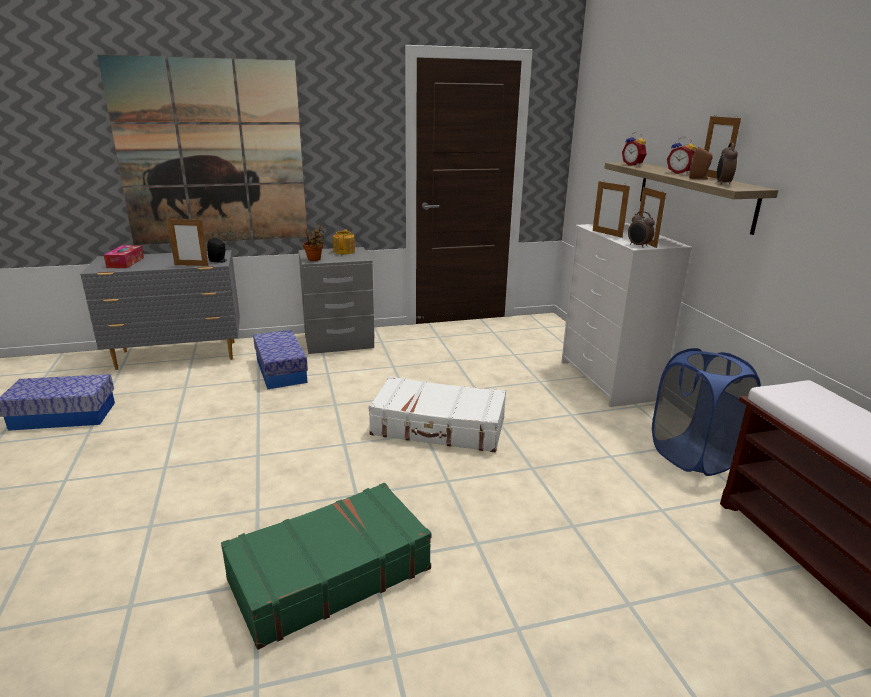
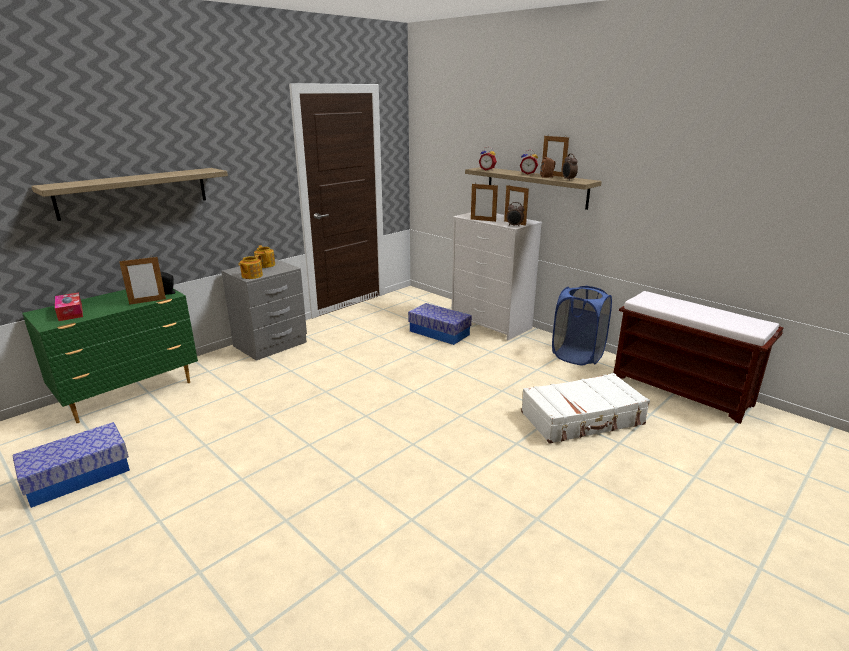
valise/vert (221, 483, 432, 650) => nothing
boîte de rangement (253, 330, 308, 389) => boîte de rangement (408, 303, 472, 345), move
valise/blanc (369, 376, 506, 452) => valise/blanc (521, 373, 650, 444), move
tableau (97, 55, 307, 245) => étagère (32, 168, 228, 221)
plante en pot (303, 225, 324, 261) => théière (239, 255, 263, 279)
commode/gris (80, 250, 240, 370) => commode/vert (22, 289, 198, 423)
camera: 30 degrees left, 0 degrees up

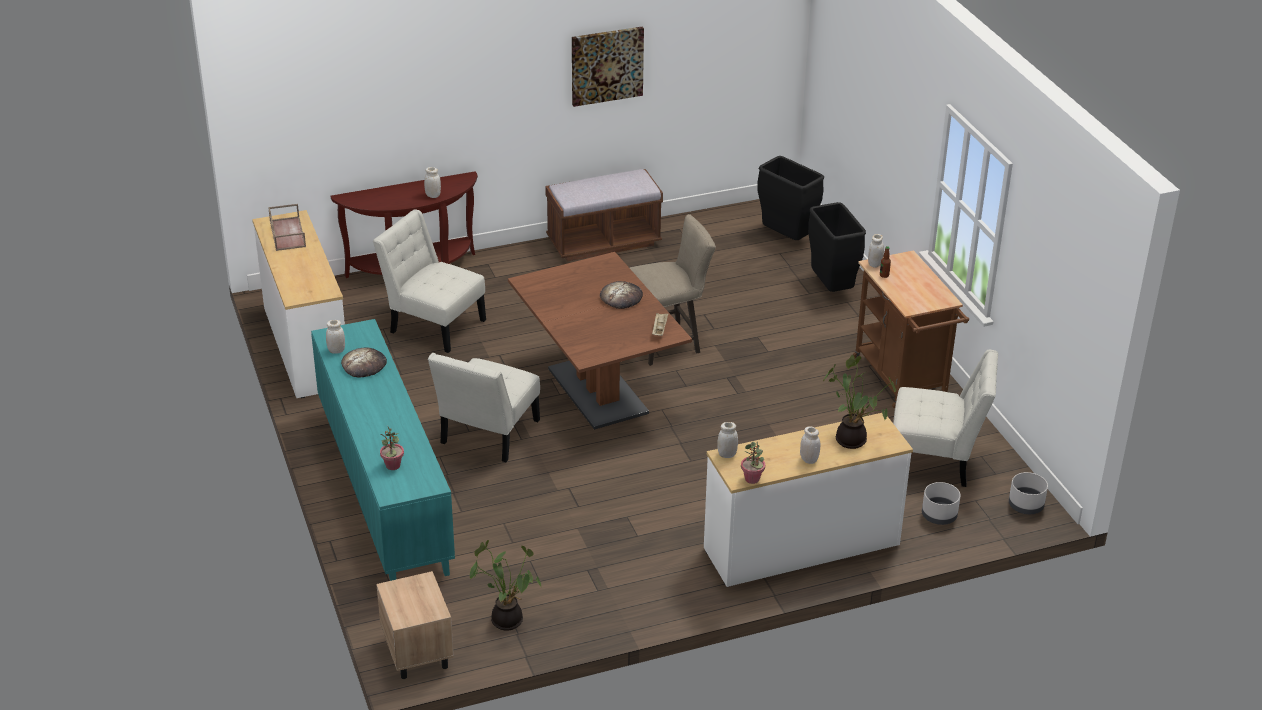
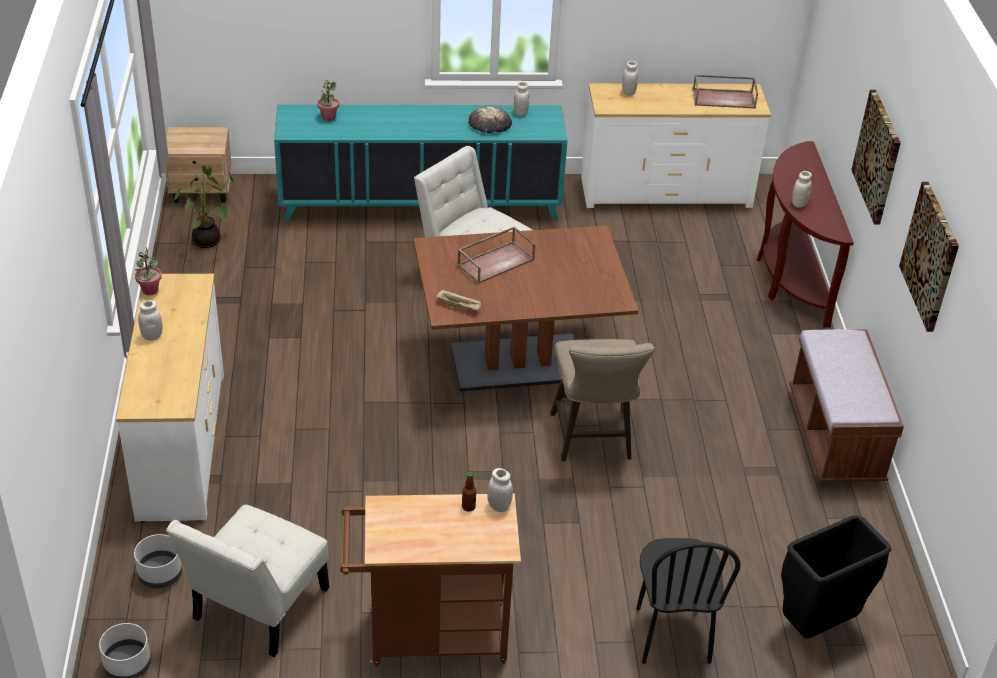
chaise/blanc (373, 209, 486, 353) => nothing
pain (600, 281, 643, 309) => nothing
plante en pot (823, 355, 896, 449) => nothing
nothing => plateau/marron (457, 226, 536, 284)
nothing => tableau (851, 90, 901, 225)
bocal/blanc (717, 422, 738, 458) => bocal/blanc (622, 61, 638, 96), move
poubelle/noir (808, 202, 866, 292) => chaise/noir (636, 538, 741, 664)
camera: 105 degrees right, 5 degrees up

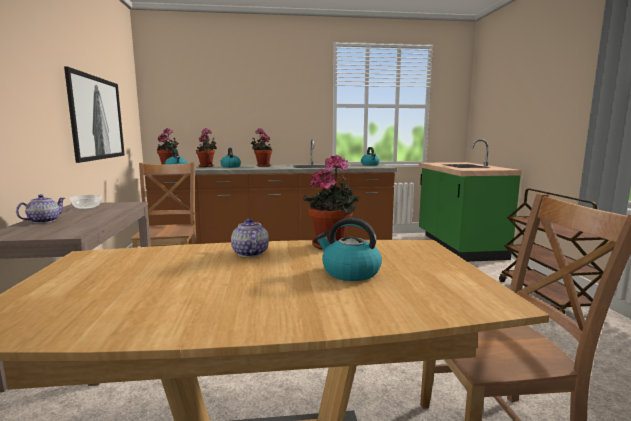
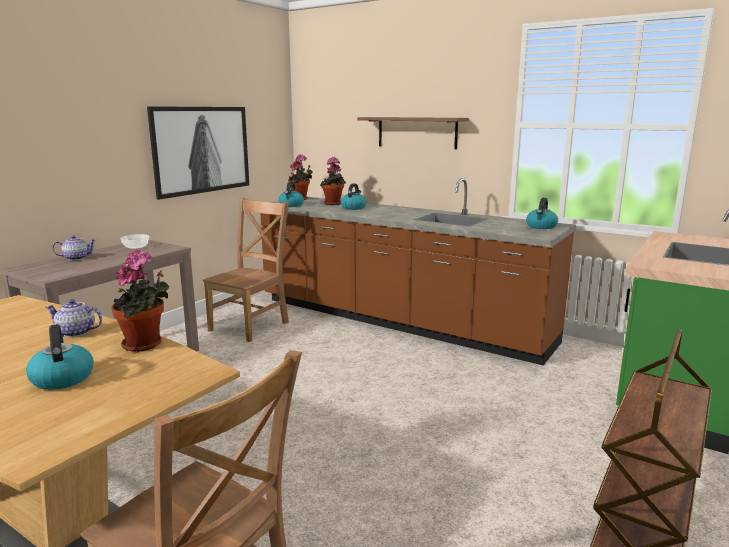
plante en pot (251, 128, 272, 167) => nothing
nothing => étagère/marron (357, 117, 469, 149)
théière (231, 218, 269, 257) => théière (46, 299, 102, 337), 105 degrees counterclockwise
camera: 40 degrees right, 5 degrees up

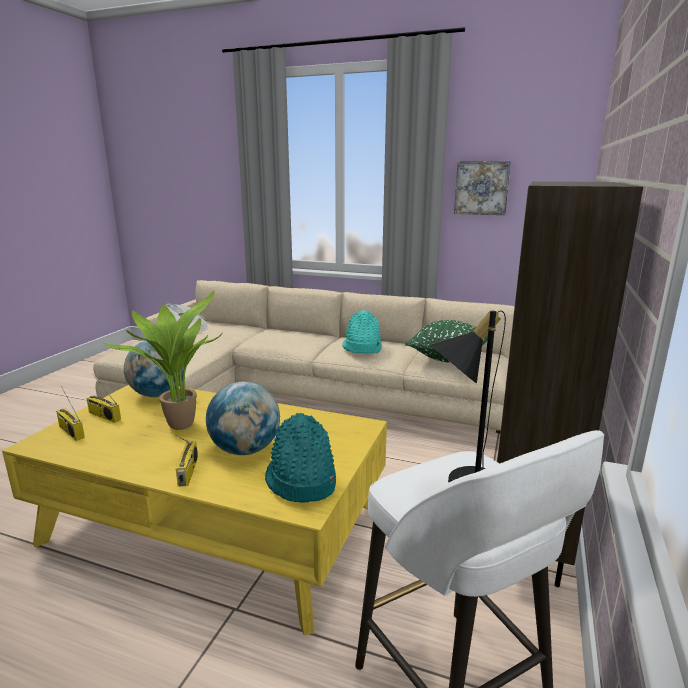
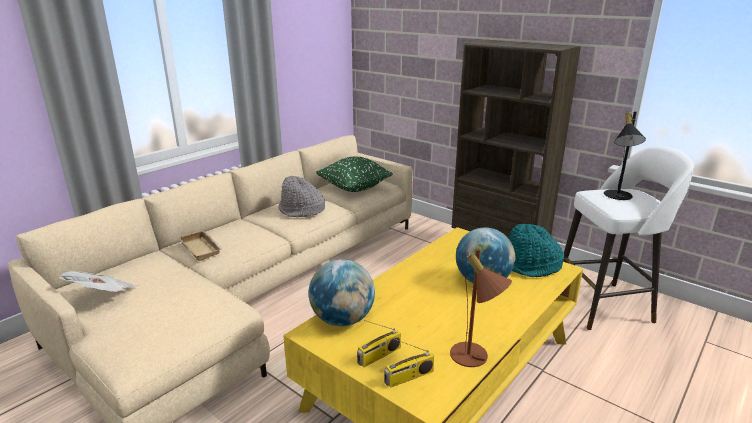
plante en pot (102, 291, 223, 430) => nothing
radio (175, 435, 198, 487) => nothing
tableau (454, 161, 511, 215) => nothing
nothing => plateau/beige (178, 230, 223, 261)
nothing => lampe de table/marron (450, 249, 512, 367)
chapeau/turquoise (342, 310, 382, 354) => chapeau/gris (278, 176, 325, 217)
camera: 70 degrees left, 5 degrees up

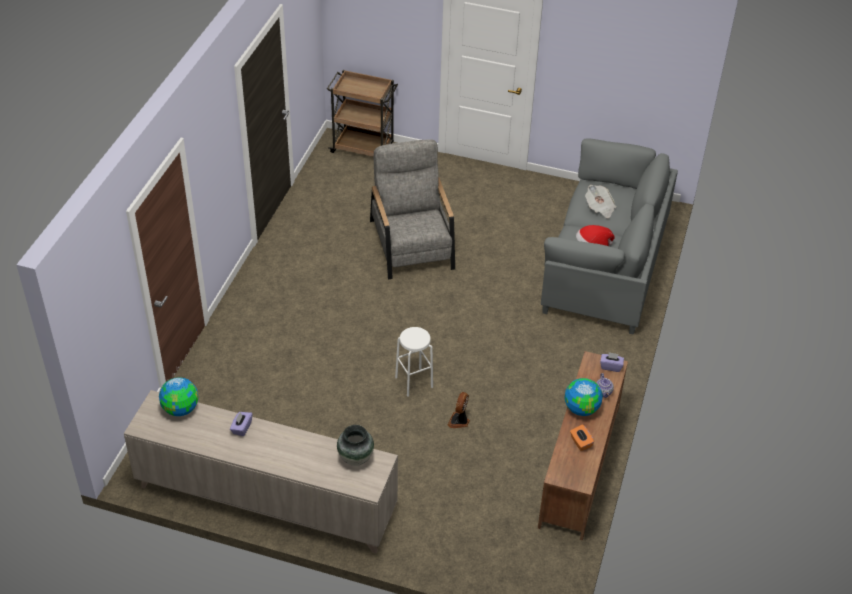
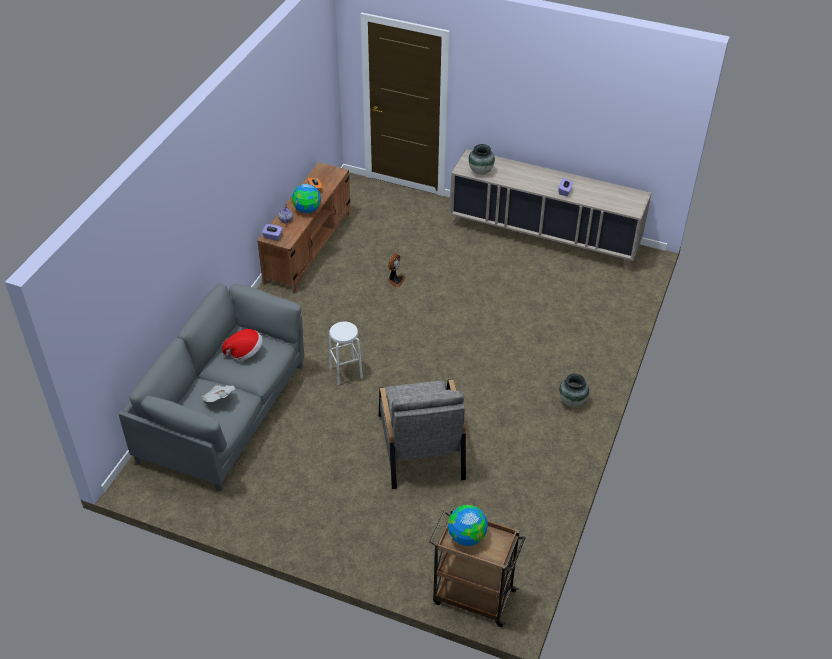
nothing => vase (559, 374, 589, 407)
globe (159, 377, 198, 416) => globe (448, 505, 488, 546), move
tabouret/blanc (395, 327, 433, 397) => tabouret/blanc (329, 321, 363, 385), move
camera: 175 degrees left, 0 degrees up

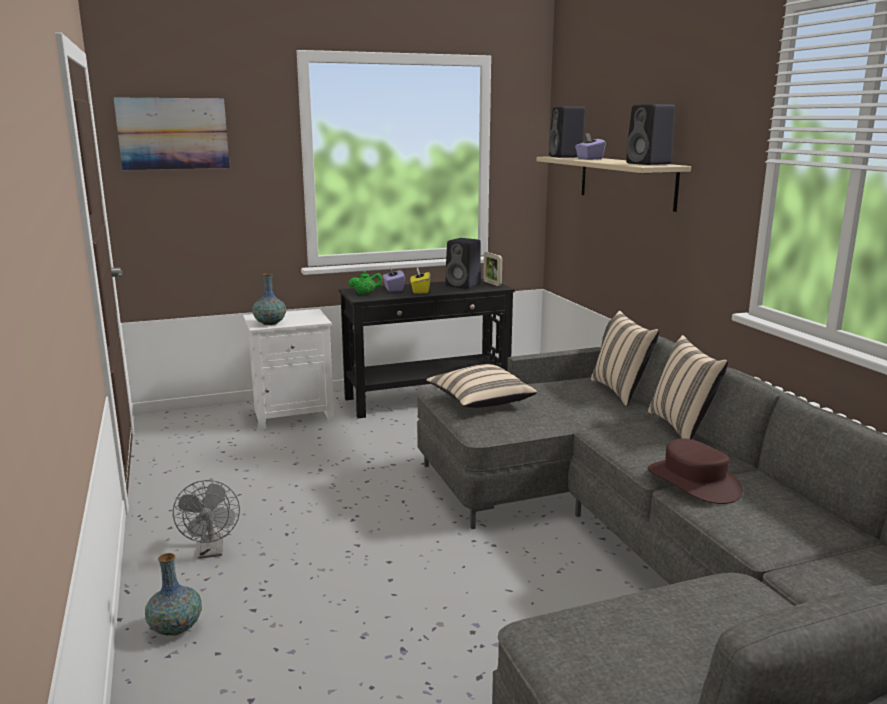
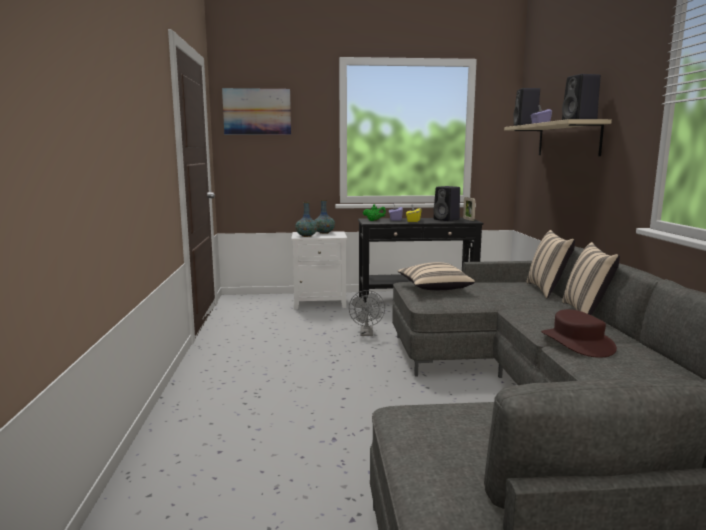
vase (145, 553, 202, 635) => vase (314, 200, 335, 234), move
ventilateur/gris (173, 480, 240, 558) => ventilateur/gris (349, 290, 385, 336), move
camera: 15 degrees right, 5 degrees down

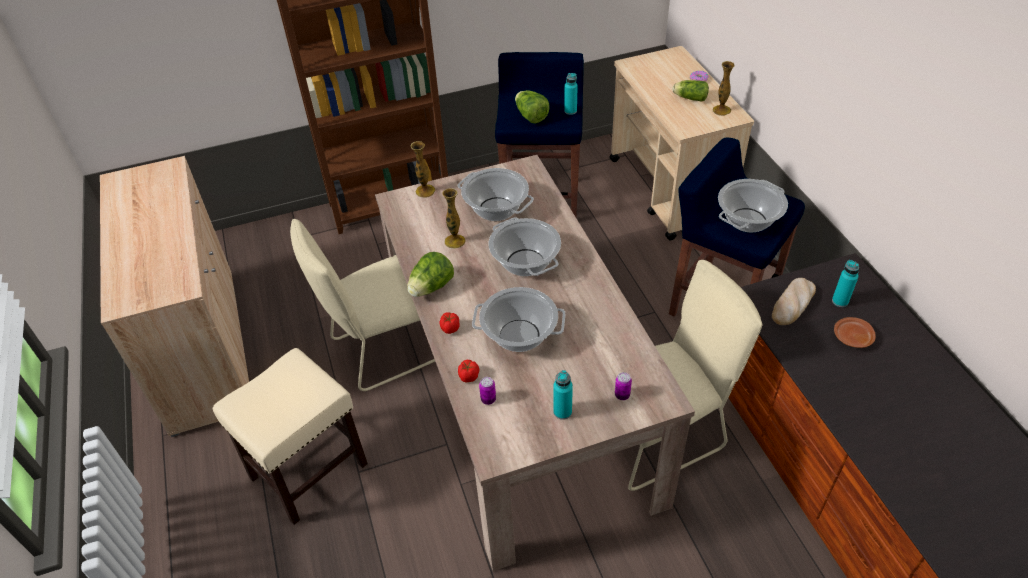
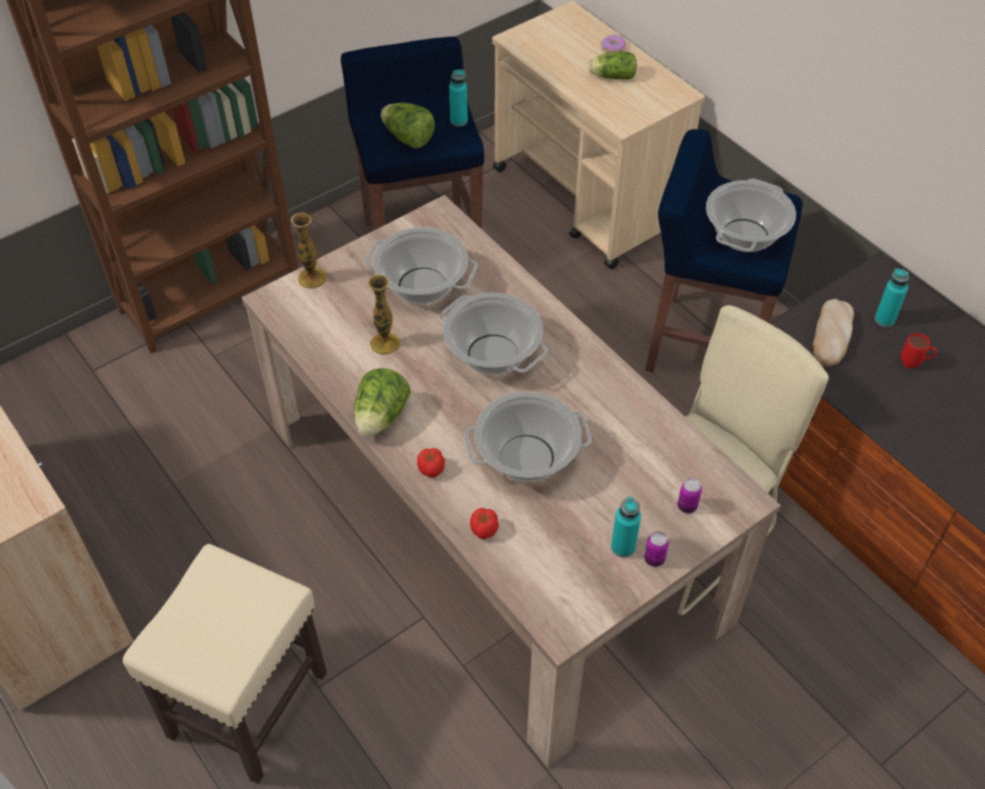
chaise/beige (290, 219, 435, 391) => nothing
vase (713, 61, 734, 116) => nothing
boîte métallique (479, 377, 496, 405) => boîte métallique (644, 531, 669, 567), move
assiette/marron (834, 317, 876, 348) => mug/rouge (901, 333, 937, 369)
camera: 20 degrees left, 5 degrees up

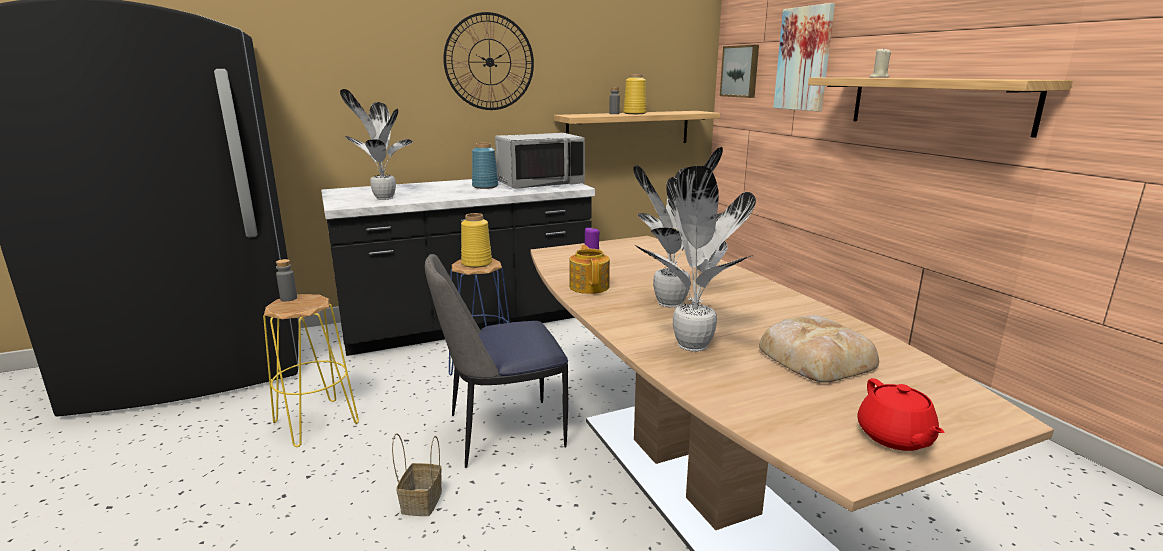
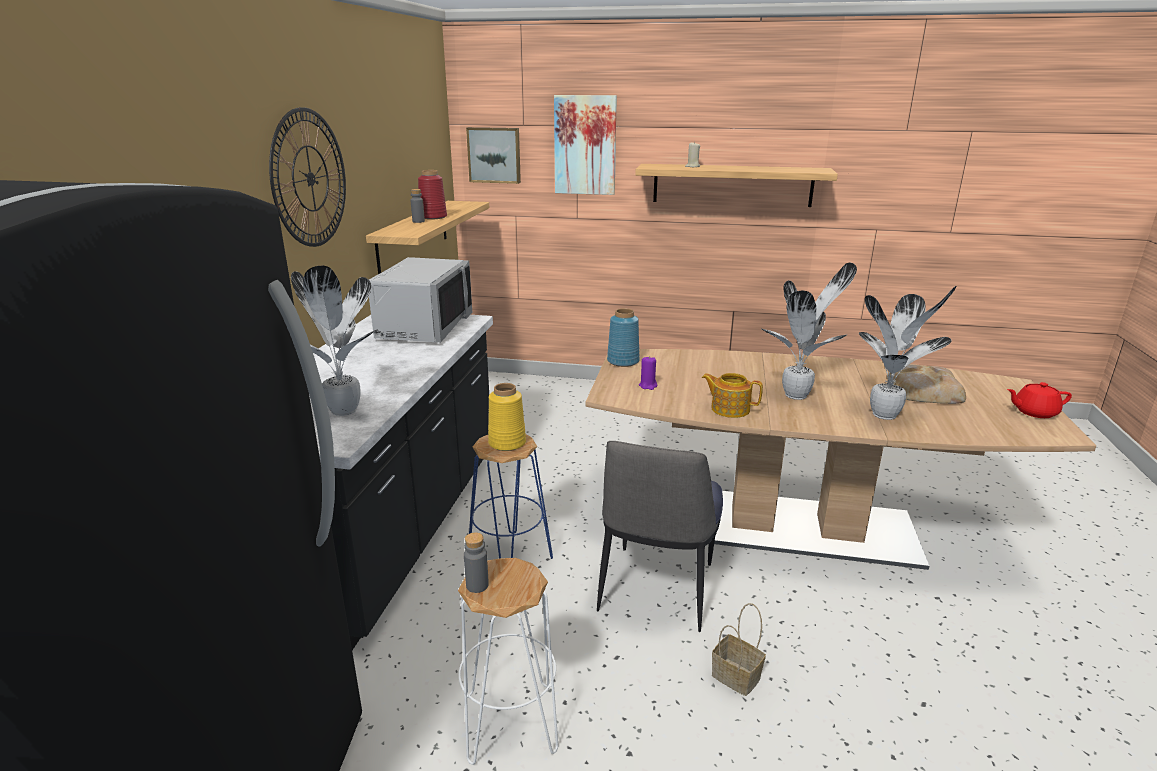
vase/bleu (472, 143, 498, 189) => vase/bleu (607, 308, 640, 367), move
tabouret/jaune (263, 294, 359, 447) => tabouret/blanc (458, 558, 558, 765)
vase/jaune (623, 74, 647, 114) => vase/rouge (418, 170, 447, 219)
théière/rouge (857, 378, 945, 451) => théière/rouge (1007, 382, 1072, 418), 150 degrees clockwise
camera: 55 degrees left, 5 degrees up

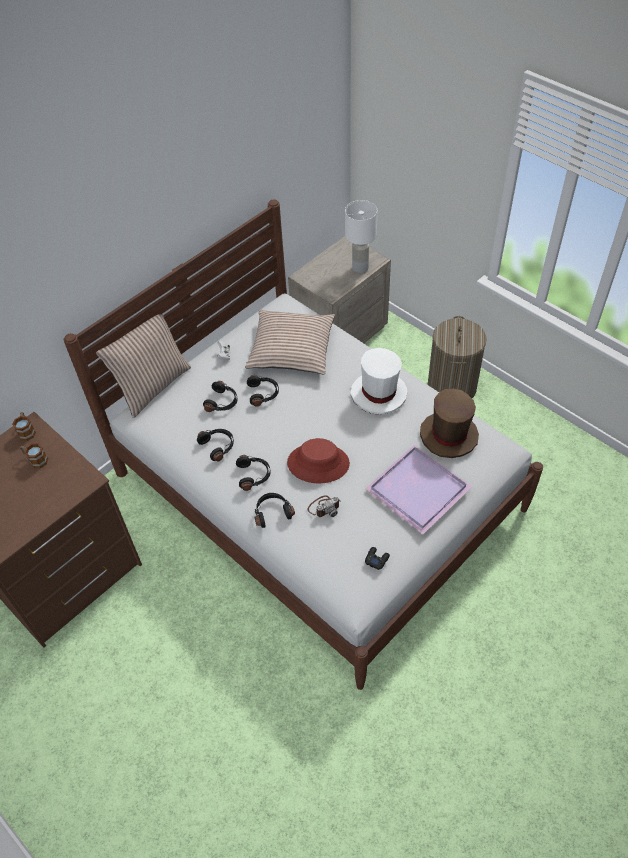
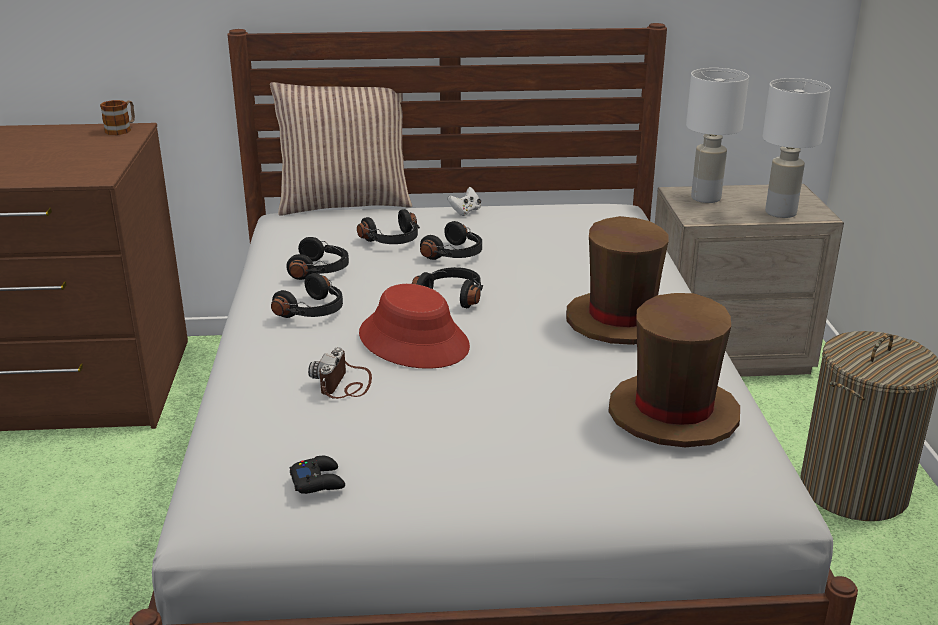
mug (20, 443, 48, 468) => nothing
coussin (245, 310, 335, 374) => nothing
plateau/violet (365, 445, 472, 534) => nothing
nothing => lampe de table/blanc (686, 68, 749, 203)
casque audio/noir (255, 493, 295, 528) => casque audio/noir (412, 267, 483, 308), move
chapeau/blanc (350, 348, 408, 415) => chapeau/marron (566, 216, 669, 345)
appareil photo (308, 495, 340, 517) => appareil photo (308, 347, 372, 399), 90 degrees clockwise
camera: 40 degrees right, 25 degrees down

